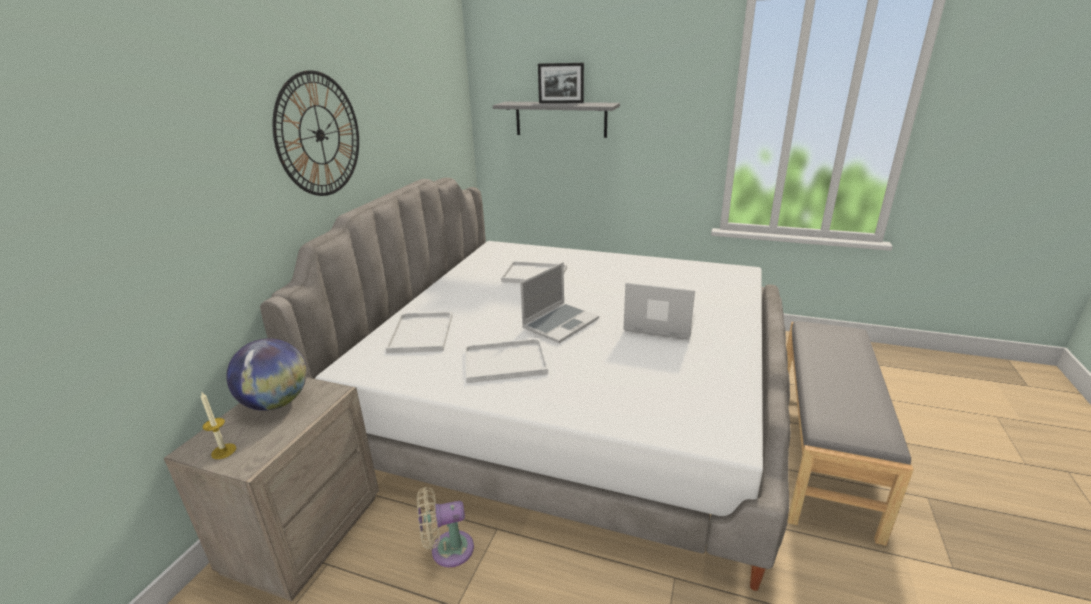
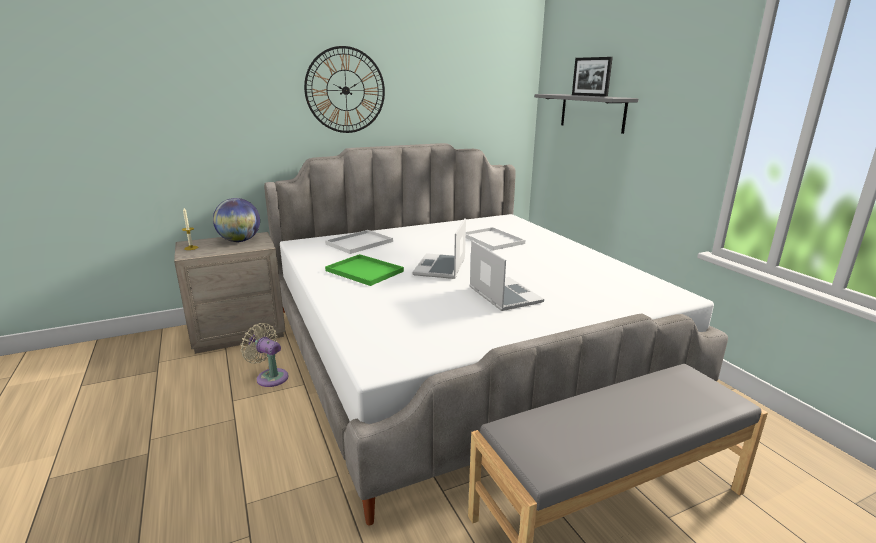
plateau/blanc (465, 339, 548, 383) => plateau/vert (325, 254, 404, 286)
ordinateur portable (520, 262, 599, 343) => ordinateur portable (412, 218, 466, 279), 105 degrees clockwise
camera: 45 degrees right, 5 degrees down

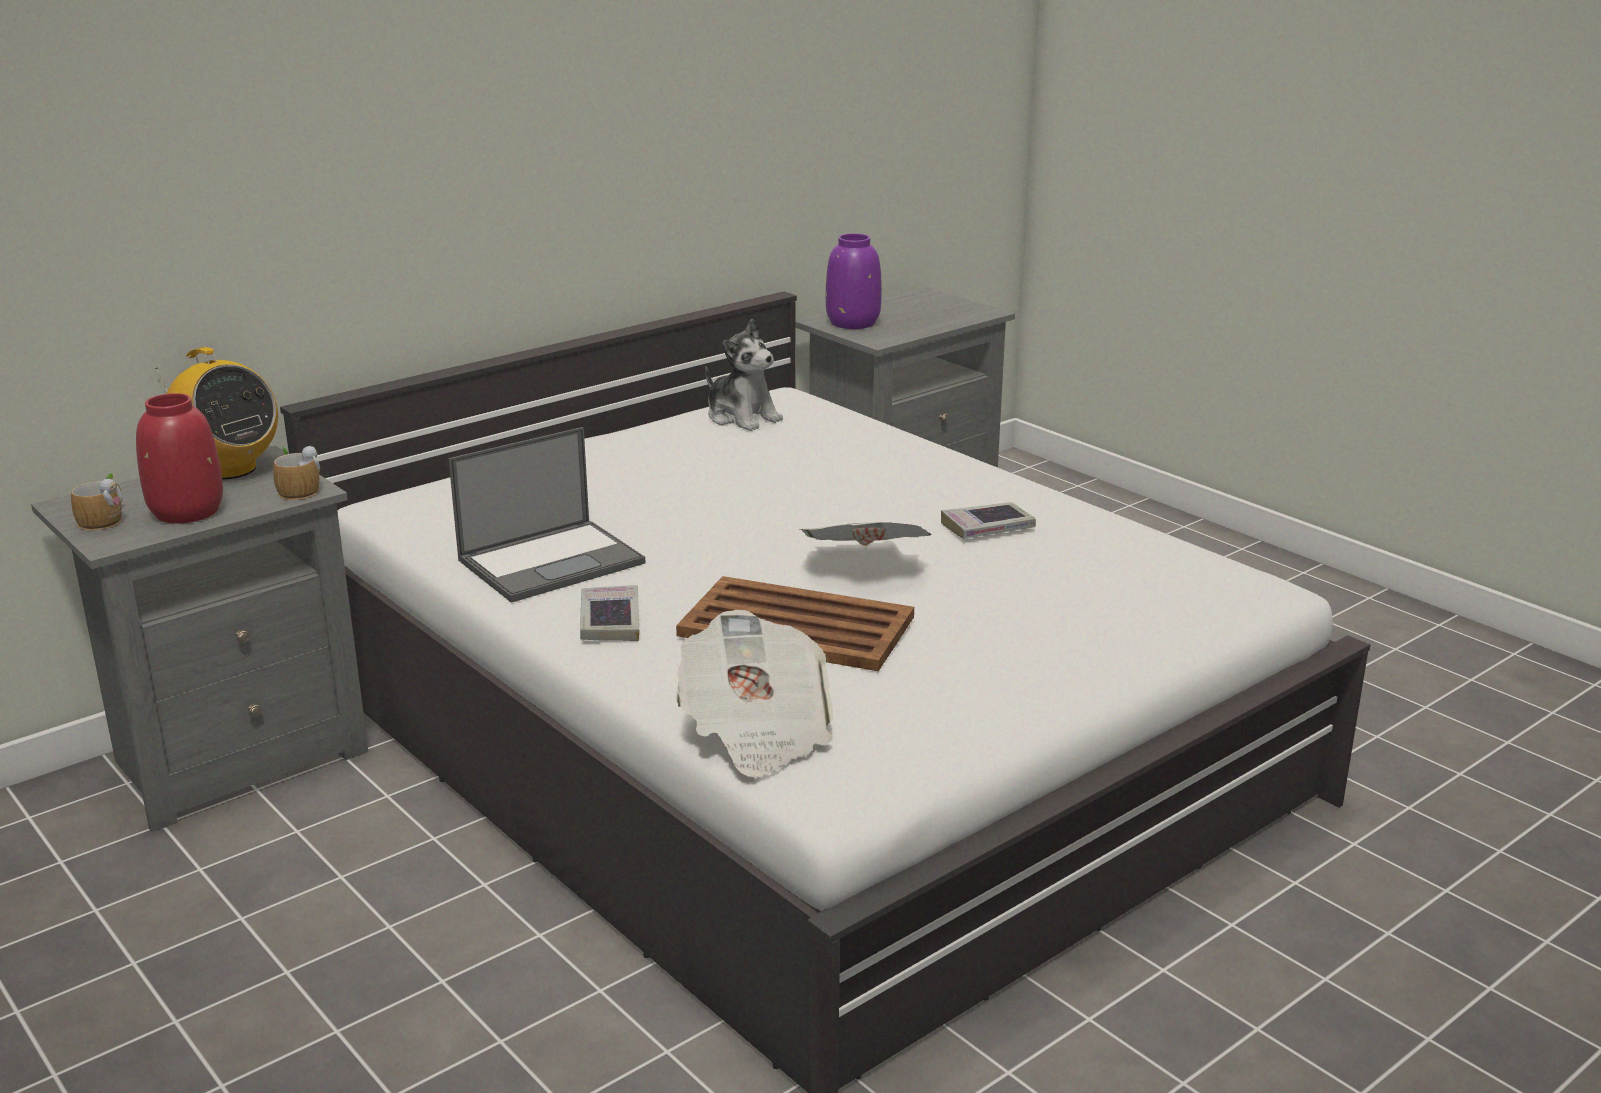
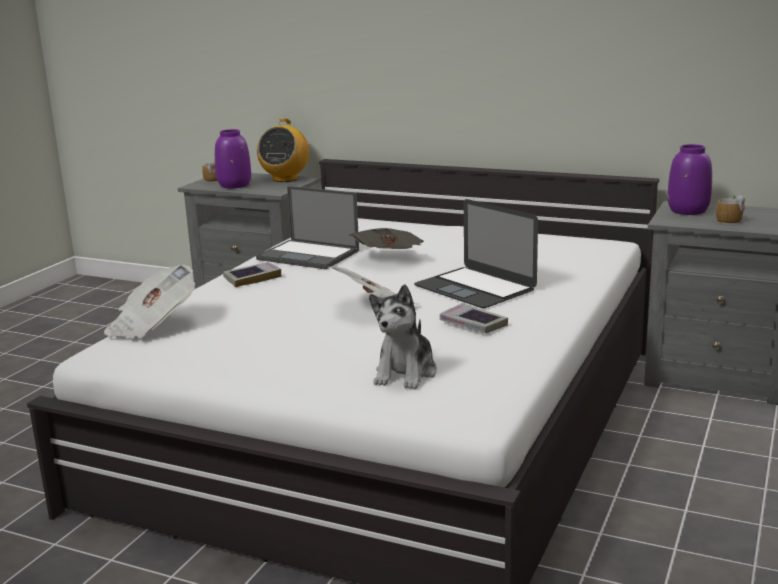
plateau/marron (676, 576, 914, 671) => nothing
nothing => journal (349, 228, 424, 249)
nothing => ordinateur portable (414, 199, 538, 308)
mug (273, 446, 320, 500) => mug (716, 195, 745, 224), move
peluche (705, 319, 783, 431) => peluche (369, 284, 437, 390), move
vase/rouge (136, 393, 223, 524) => vase/violet (215, 129, 251, 188)
camera: 65 degrees right, 5 degrees down

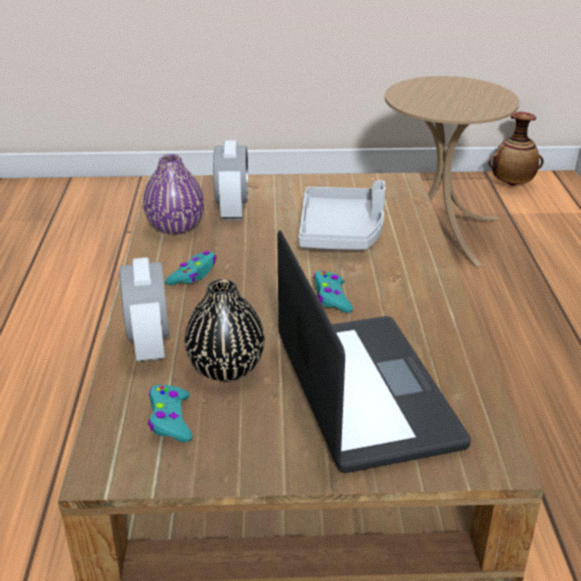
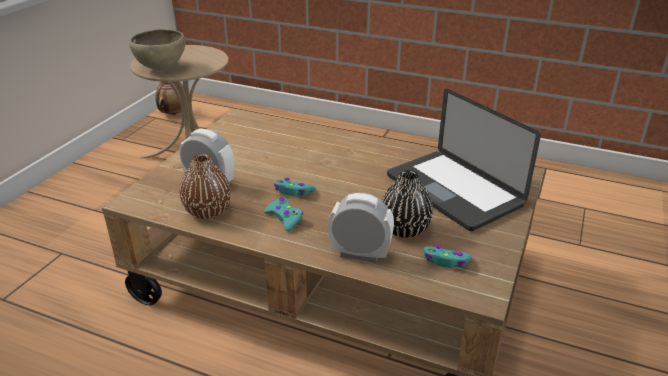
plateau/gris (299, 180, 385, 250) => nothing
nothing => bol/marron (129, 29, 185, 71)
manette/turquoise (314, 271, 353, 313) => manette/turquoise (274, 178, 316, 196), move
vase/violet (143, 154, 204, 235) => vase/marron (179, 154, 231, 219)
ordinateur portable (278, 230, 471, 473) => ordinateur portable (387, 89, 541, 231), 135 degrees counterclockwise
camera: 65 degrees left, 0 degrees up

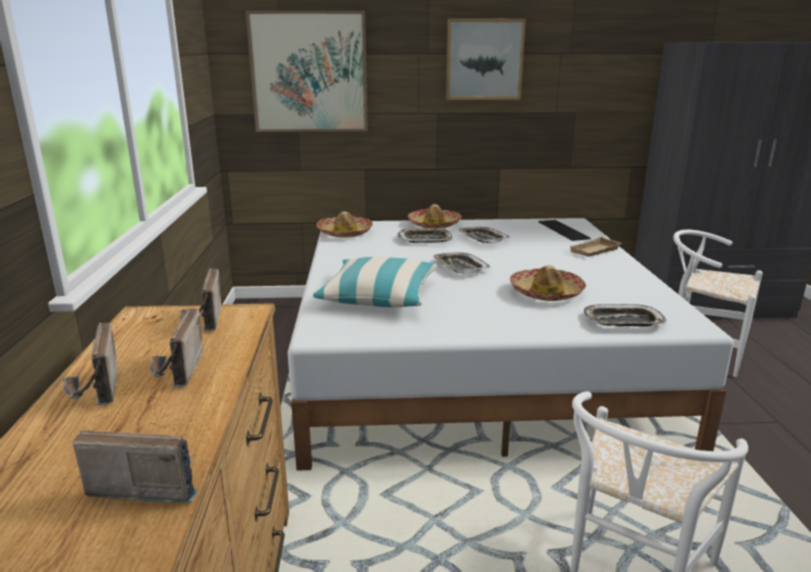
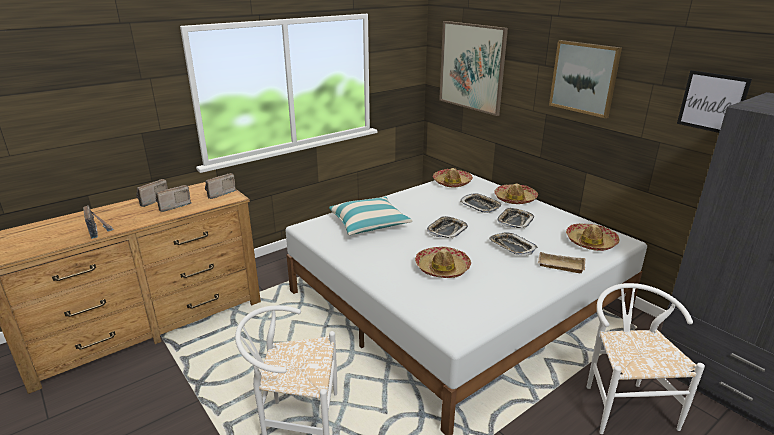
nothing => tableau (677, 70, 752, 133)
plateau (584, 304, 667, 327) => plateau (489, 233, 538, 256), move
clavier (538, 220, 591, 241) => chapeau (566, 223, 620, 251)
camera: 55 degrees right, 5 degrees up

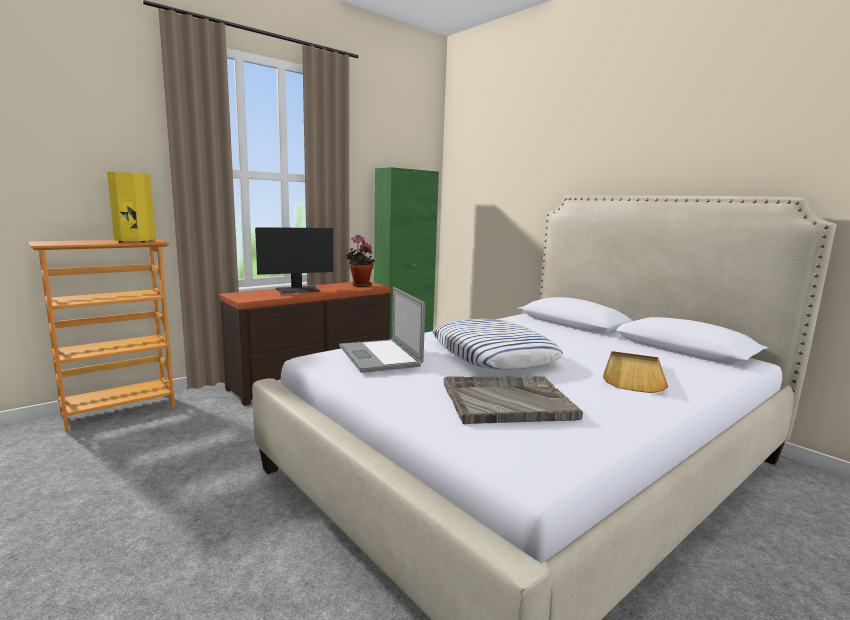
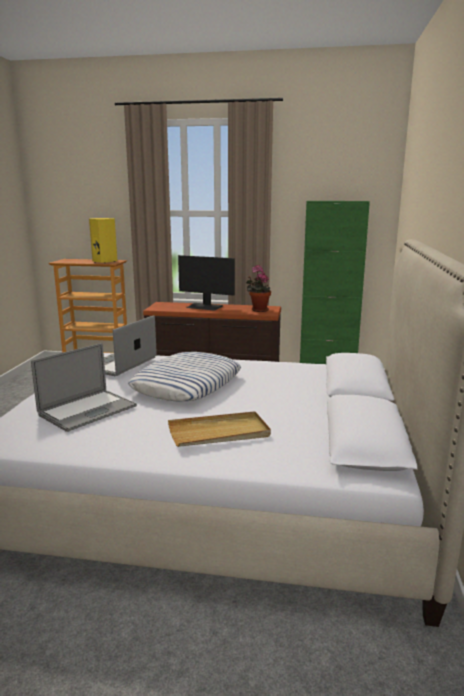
plateau/gris (444, 376, 583, 424) => ordinateur portable (31, 343, 137, 432)
camera: 50 degrees right, 5 degrees up

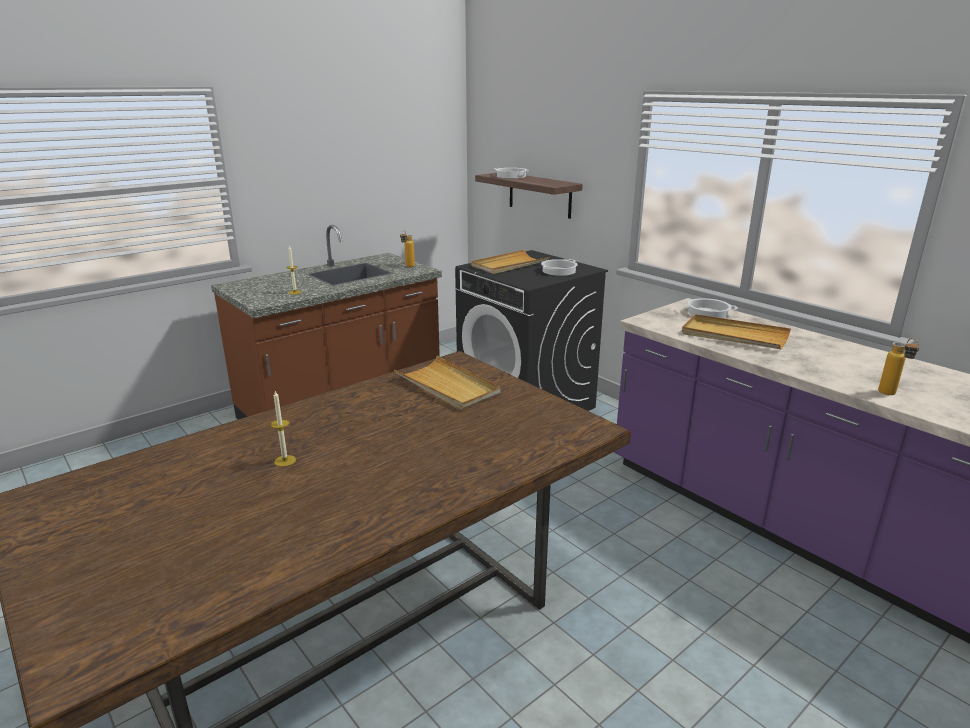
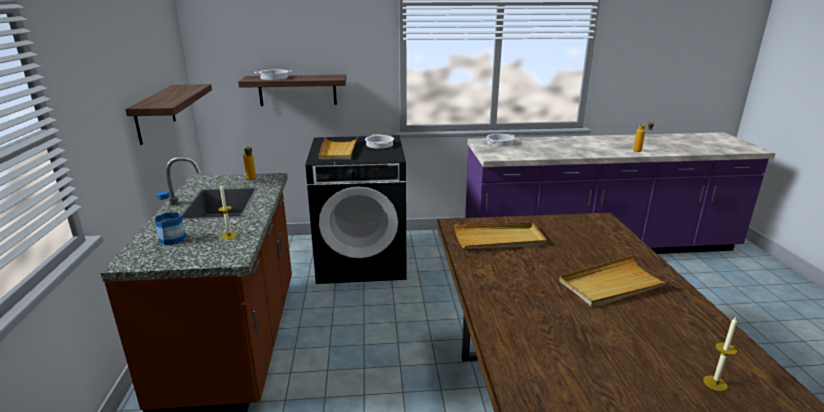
nothing => étagère (125, 84, 212, 145)
nothing => bouteille (155, 191, 186, 245)
bougie (271, 391, 296, 467) => bougie (703, 317, 737, 391), move
plateau/beige (682, 314, 791, 349) => plateau/beige (559, 255, 674, 308), move
camera: 55 degrees left, 0 degrees up

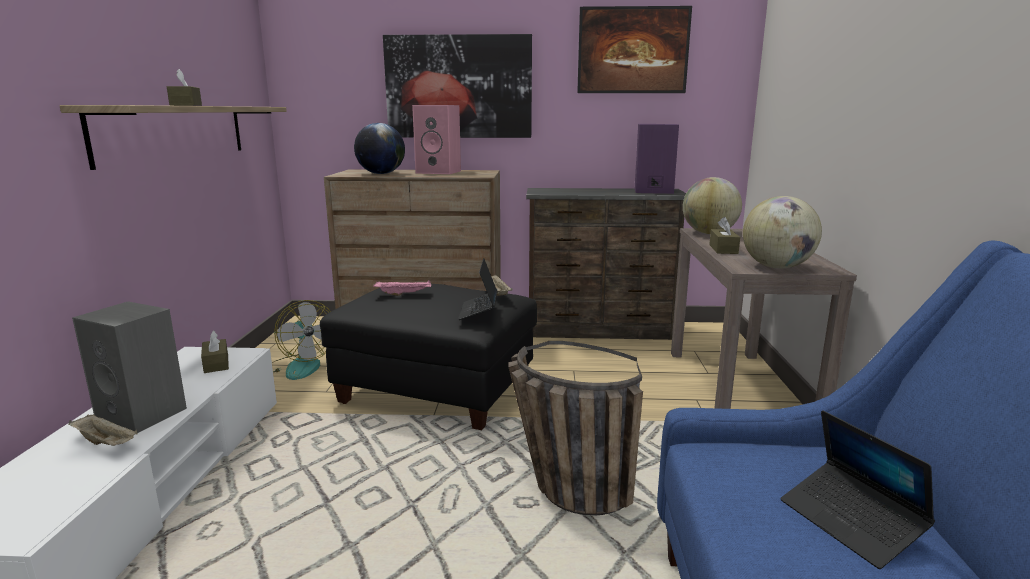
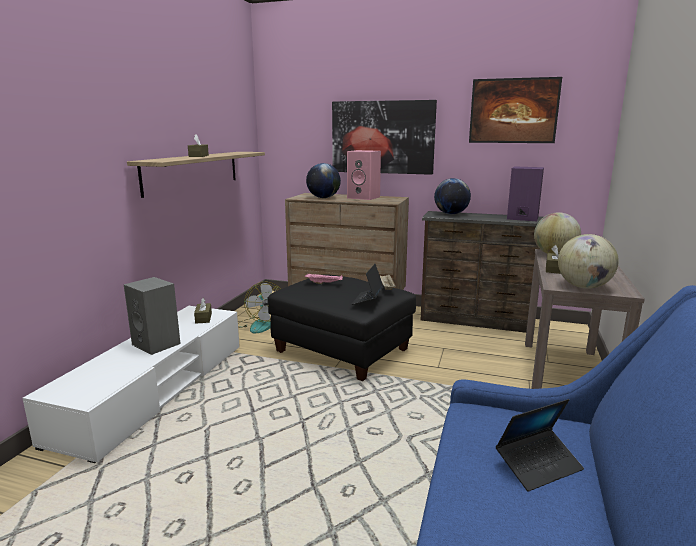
plateau/beige (69, 414, 138, 446) => nothing
panier (508, 341, 643, 516) => nothing
nothing => globe (434, 178, 471, 214)
ordinateur portable (781, 410, 935, 569) => ordinateur portable (496, 399, 584, 491), 105 degrees counterclockwise
camera: 15 degrees right, 0 degrees up

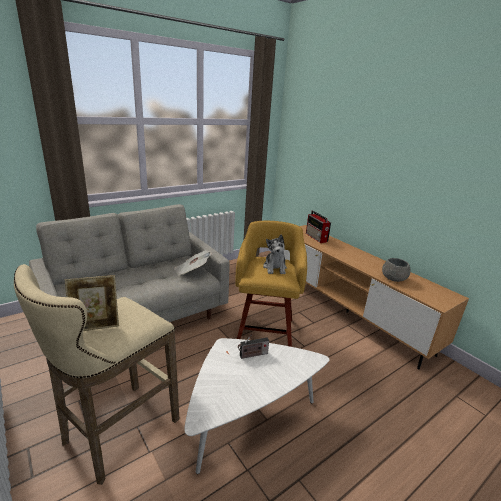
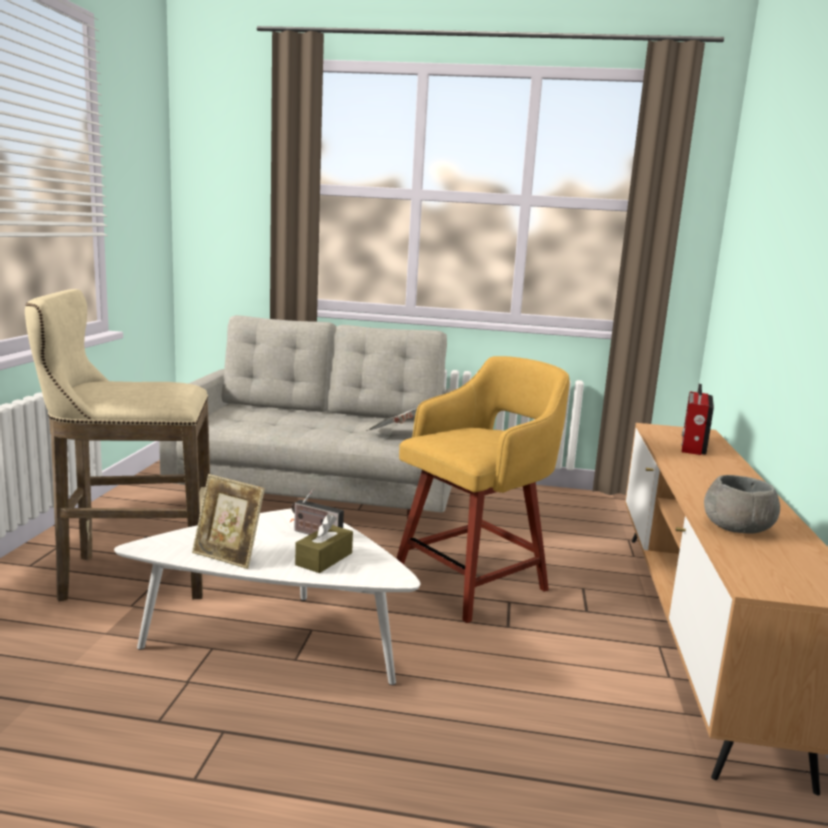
peluche (263, 234, 287, 274) => nothing
nothing => boîte à mouchoirs/marron (295, 514, 353, 573)
cadre photo (65, 275, 119, 331) => cadre photo (192, 474, 265, 569), move
camera: 45 degrees right, 10 degrees down

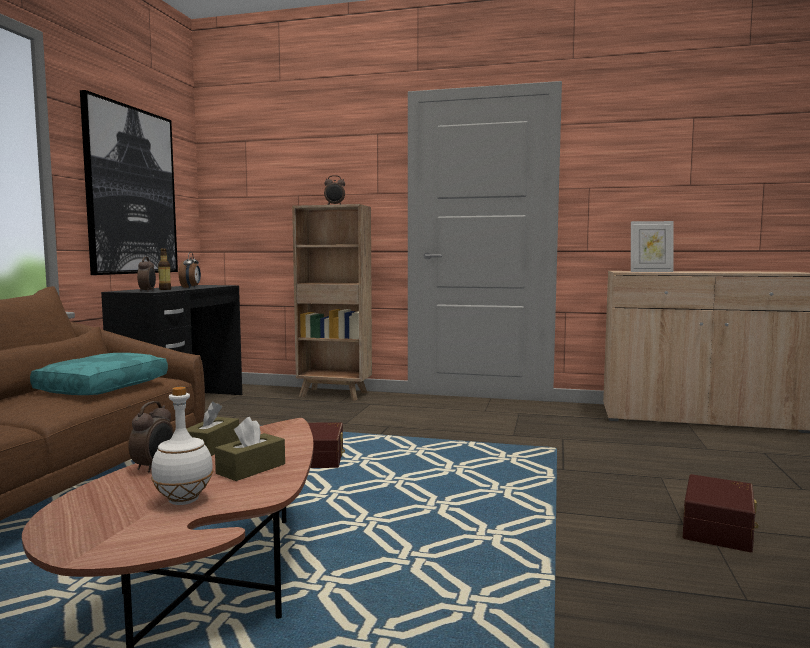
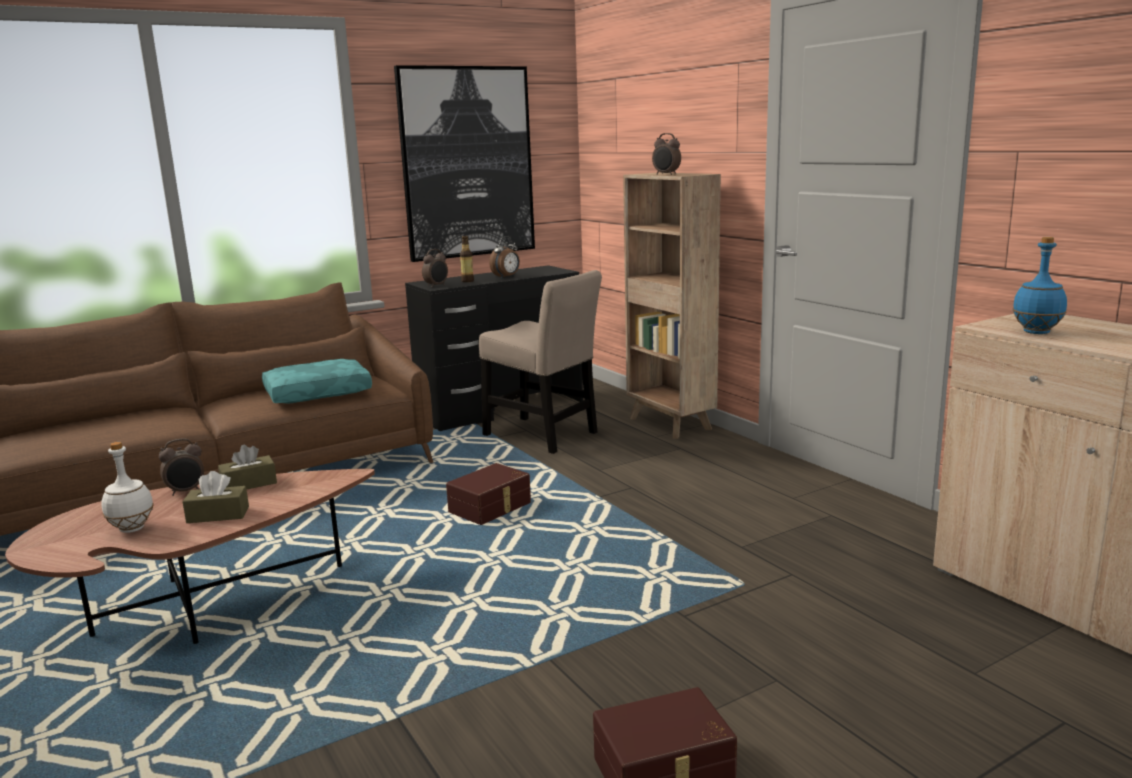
nothing => chaise/beige (479, 270, 602, 454)
cadre photo (631, 221, 673, 272) => bouteille/bleu (1013, 237, 1067, 334)
camera: 45 degrees right, 10 degrees up

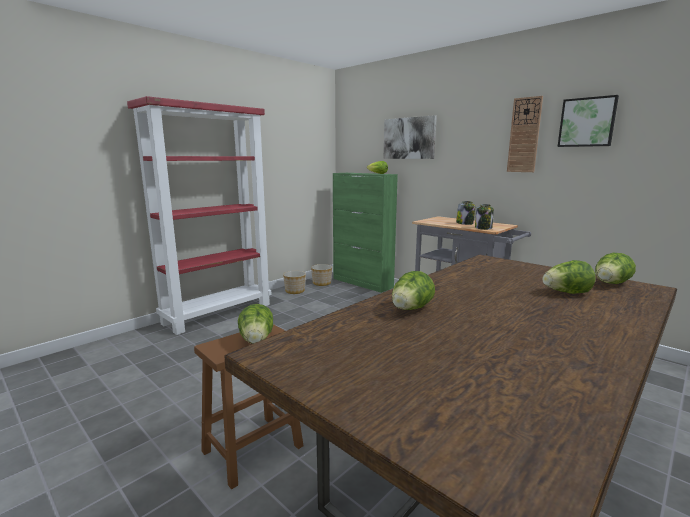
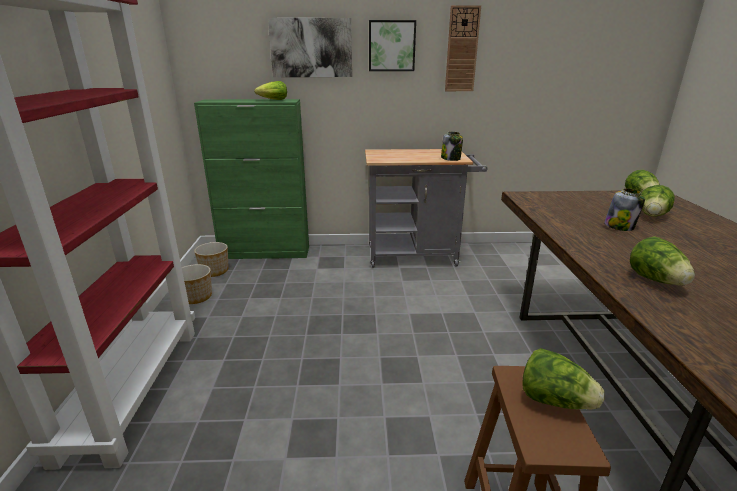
bocal (456, 201, 475, 225) => bocal (604, 188, 645, 231), move
tableau (558, 95, 619, 147) => tableau (369, 20, 416, 71), move
camera: 45 degrees left, 10 degrees up

